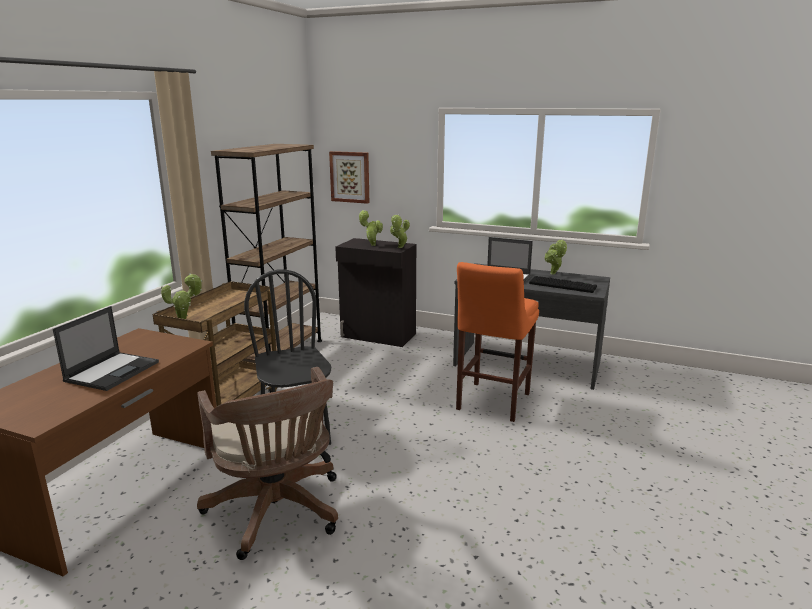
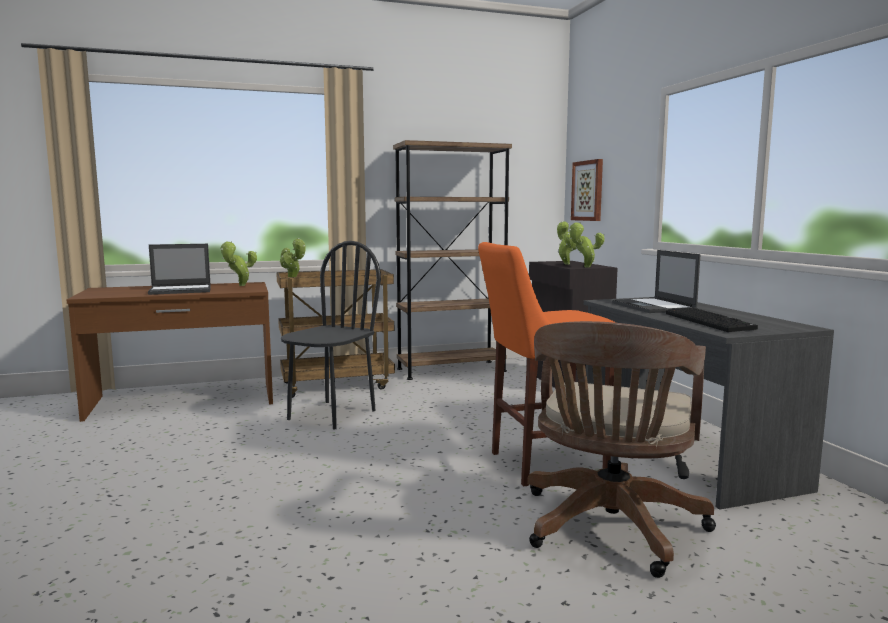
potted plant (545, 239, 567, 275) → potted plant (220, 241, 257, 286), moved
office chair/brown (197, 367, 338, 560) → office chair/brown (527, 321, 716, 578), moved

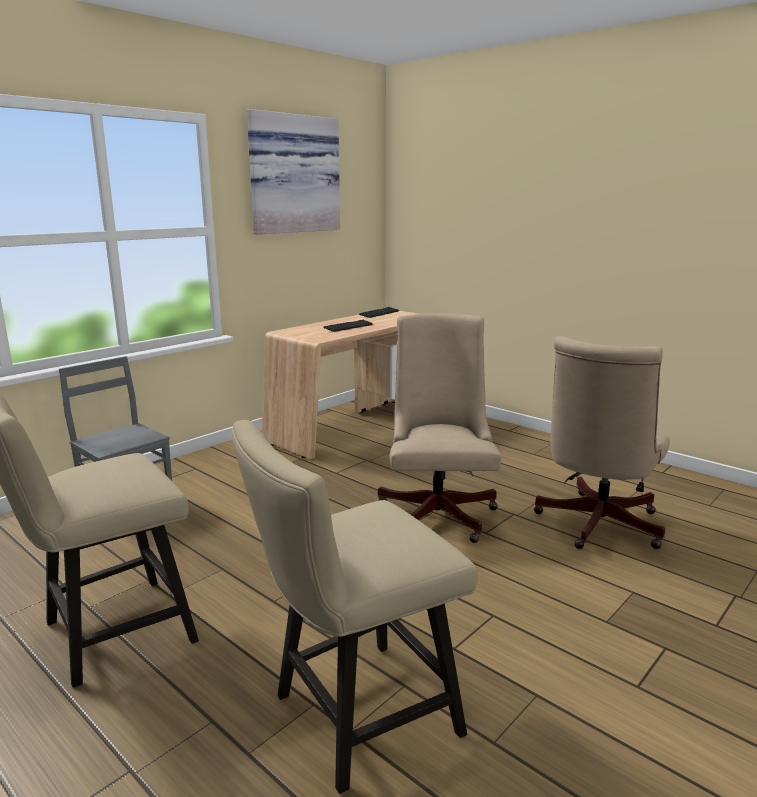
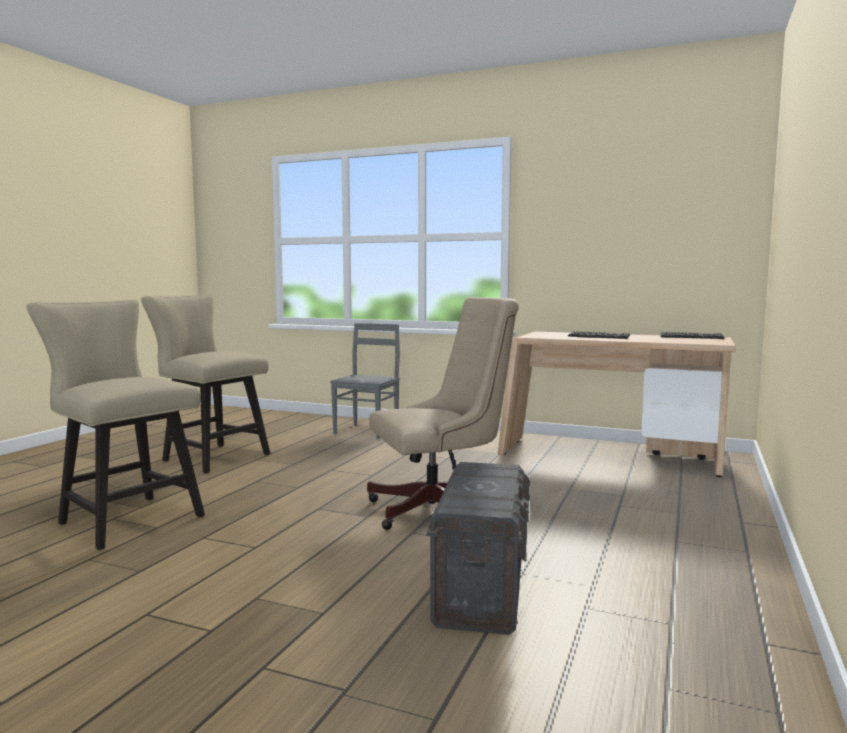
picture (247, 109, 340, 234) → -
office chair/beige (534, 336, 670, 549) → storage box/grey (426, 462, 530, 635)

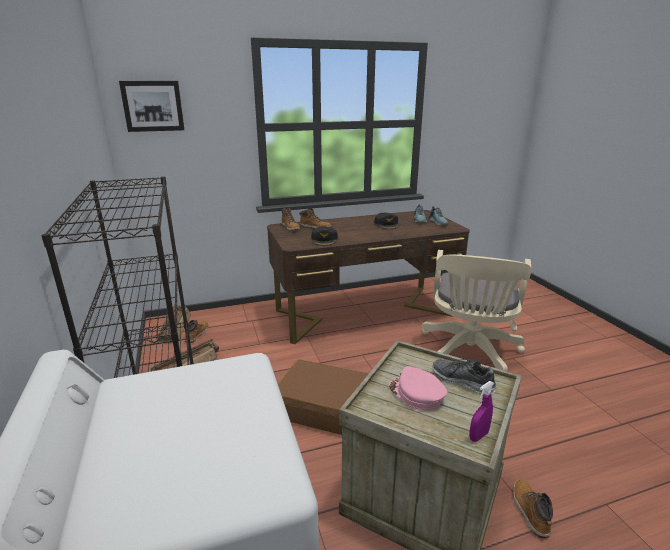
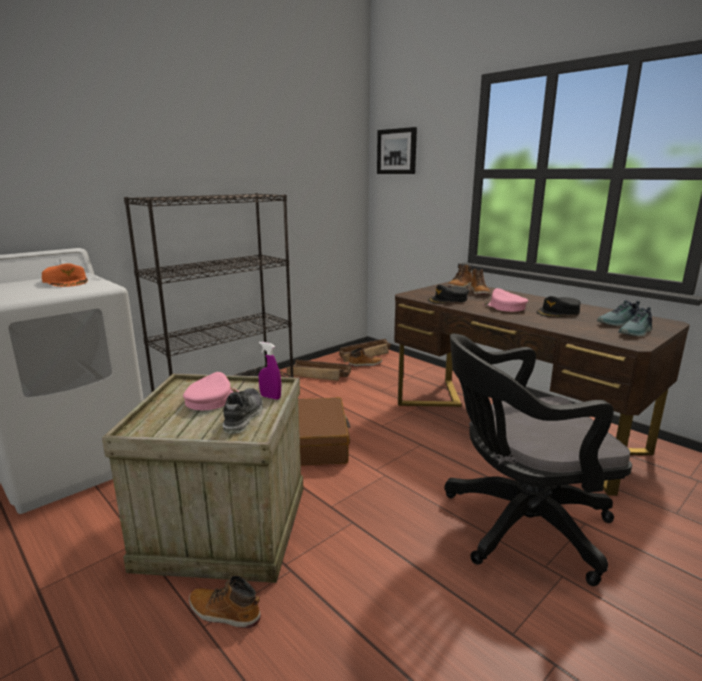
office chair/beige (421, 250, 531, 371) → office chair/black (444, 334, 632, 586)
spray bottle/purple (469, 381, 494, 442) → spray bottle/purple (259, 342, 281, 400), moved
boot (513, 480, 553, 539) → boot (189, 576, 261, 628), 135 degrees counterclockwise
- → cap/orange (42, 263, 88, 287)
- → cap/pink (483, 288, 528, 312)

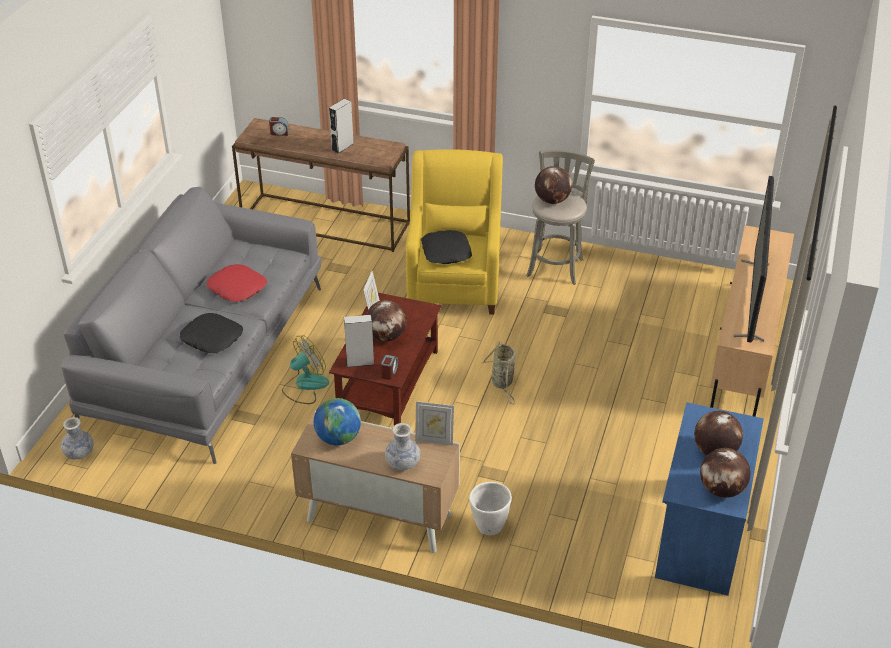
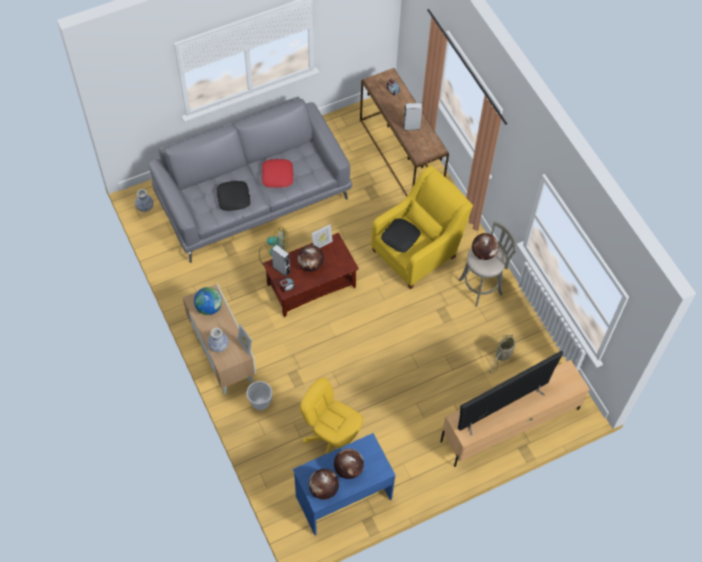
basket (482, 341, 516, 404) → basket (489, 334, 515, 373), moved
- → office chair/yellow (300, 378, 363, 454)

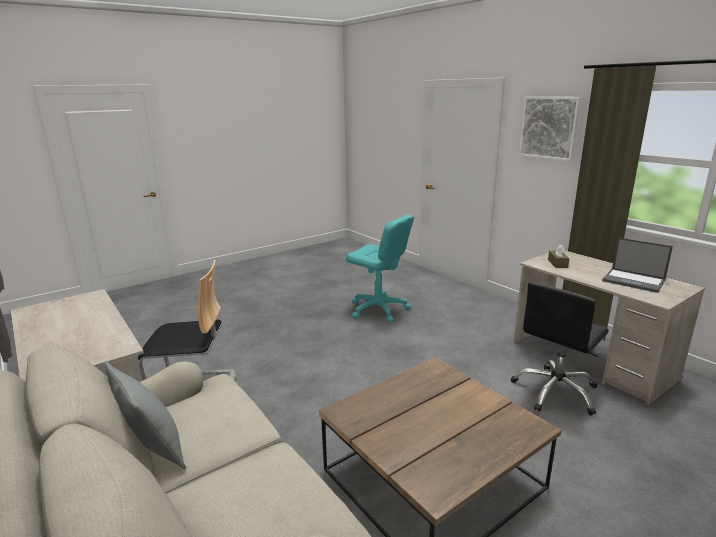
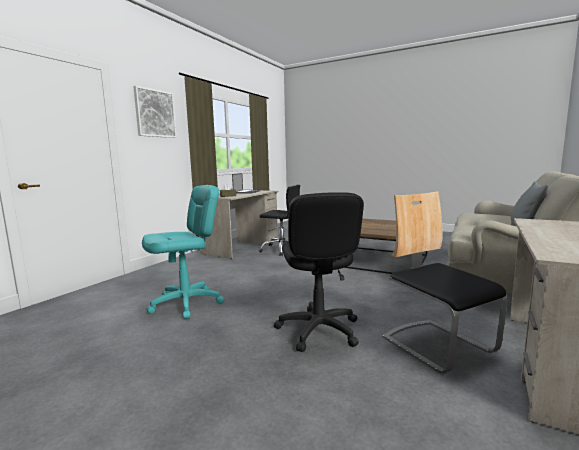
office chair/turquoise (346, 215, 414, 322) → office chair/turquoise (142, 185, 224, 319), 45 degrees clockwise
- → office chair/black (274, 192, 364, 352)

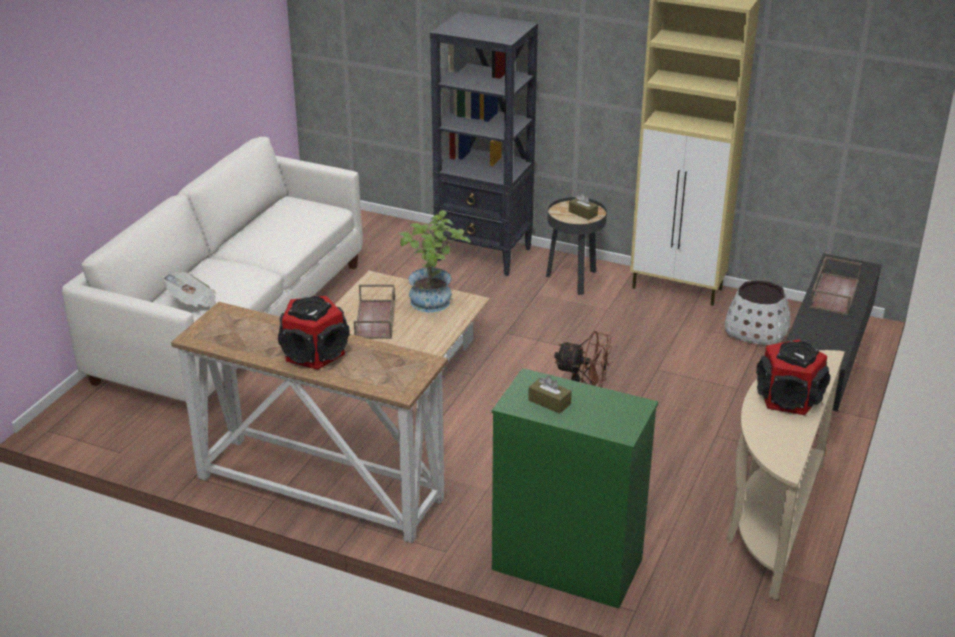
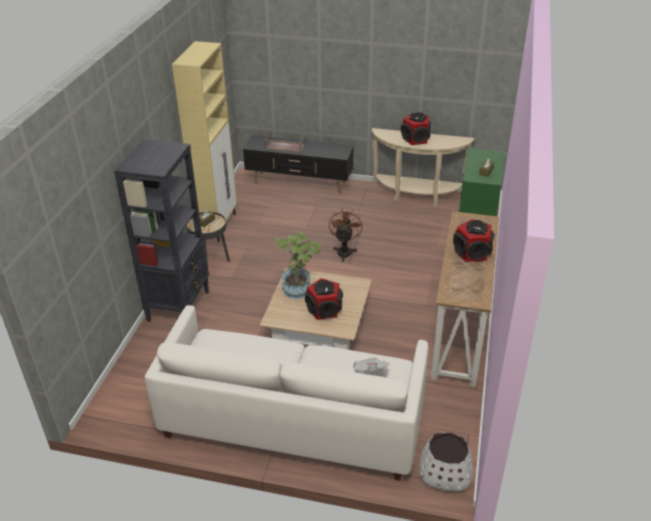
planter/white (725, 281, 790, 345) → planter/white (419, 432, 473, 492), moved
tray/brown (354, 284, 395, 339) → speaker (305, 278, 343, 320)

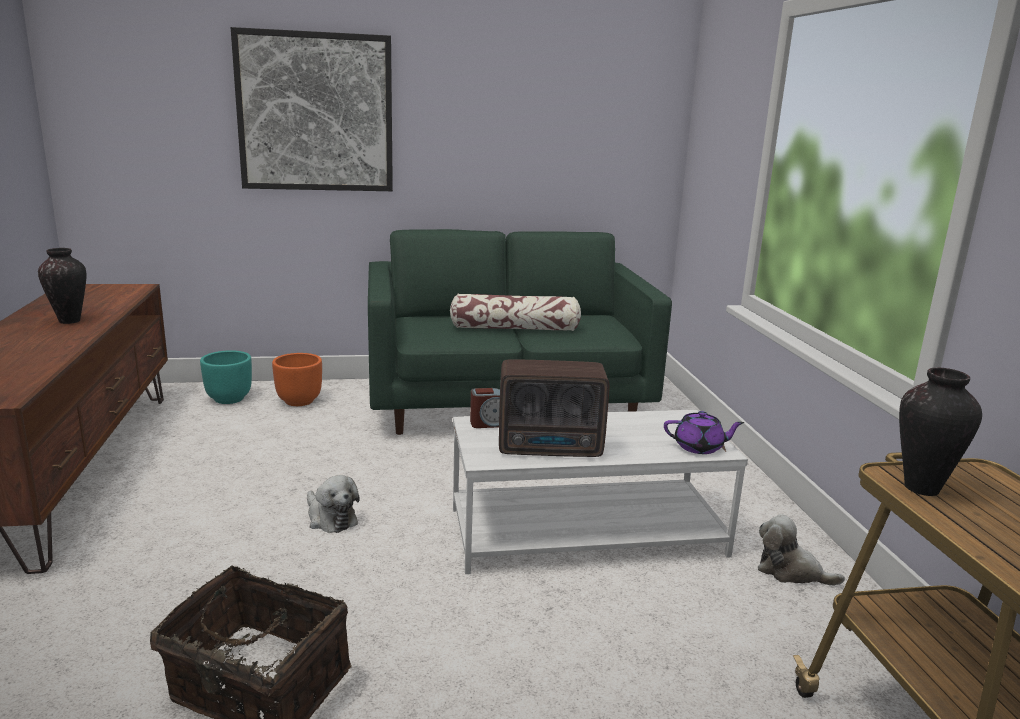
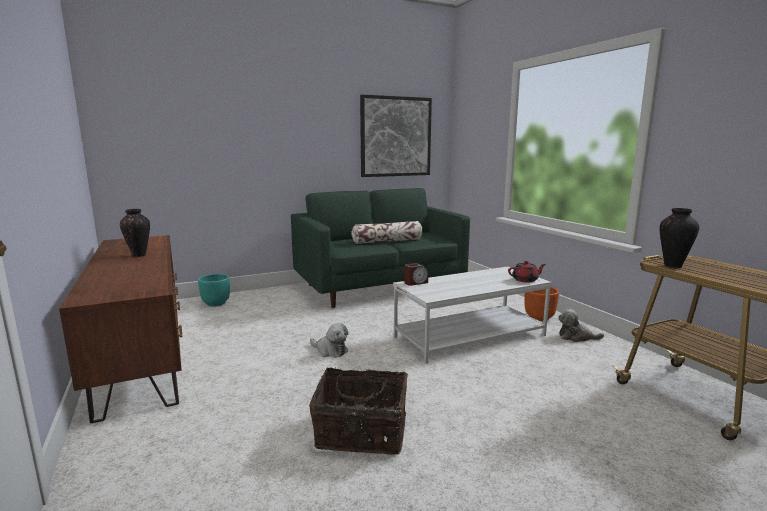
picture (231, 27, 393, 191) → picture (360, 95, 432, 177), moved
planter/orange (272, 353, 322, 406) → planter/orange (524, 287, 559, 321), moved
radio (499, 359, 609, 457) → -
teapot/purple (664, 411, 744, 454) → teapot/red (508, 261, 546, 283)

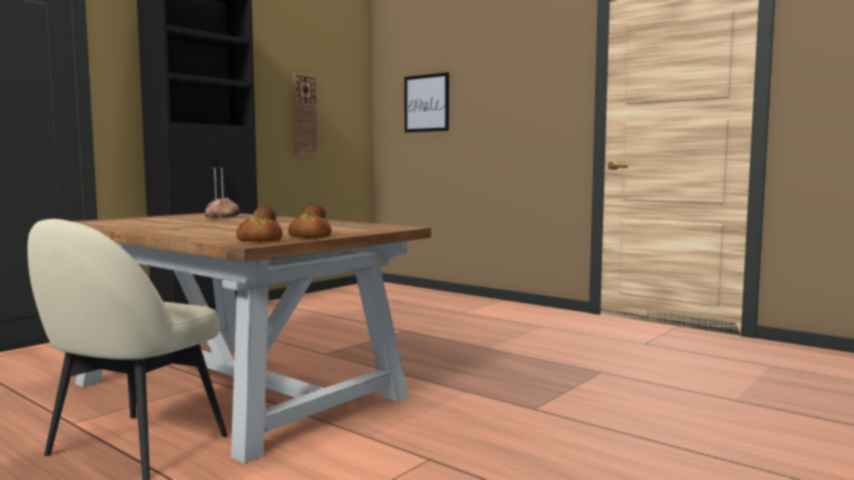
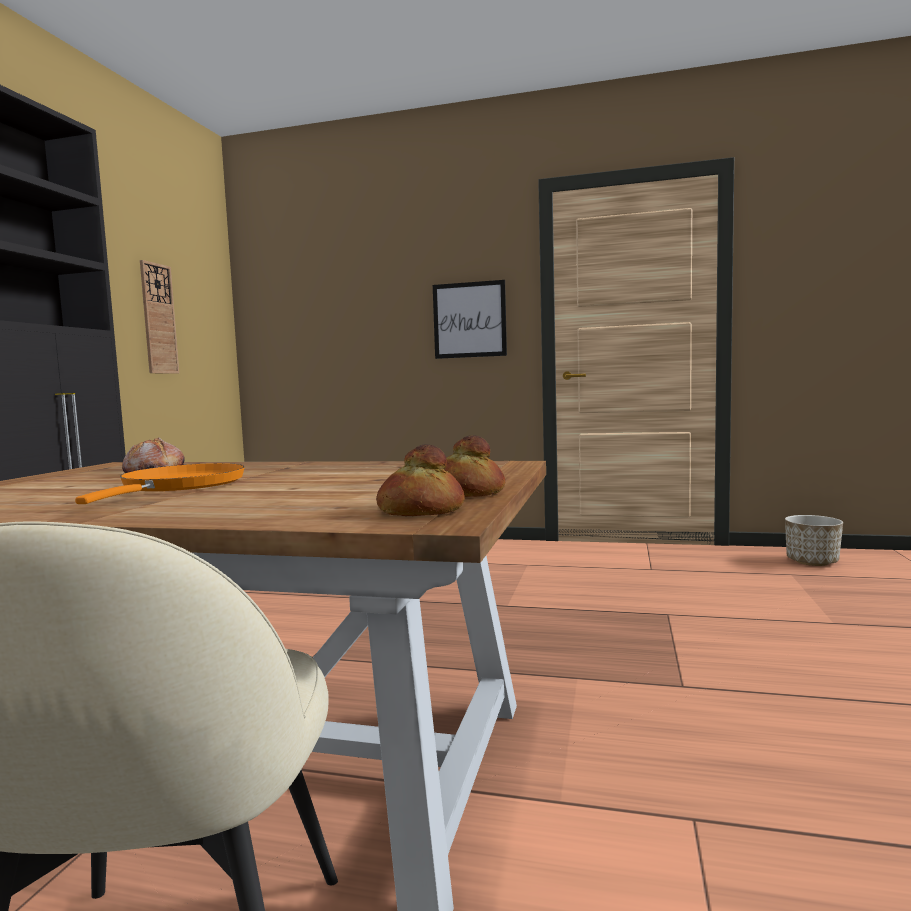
picture (405, 72, 449, 133) → picture (433, 280, 507, 359), moved
- → frying pan/orange (75, 463, 245, 504)
- → planter (785, 515, 843, 566)

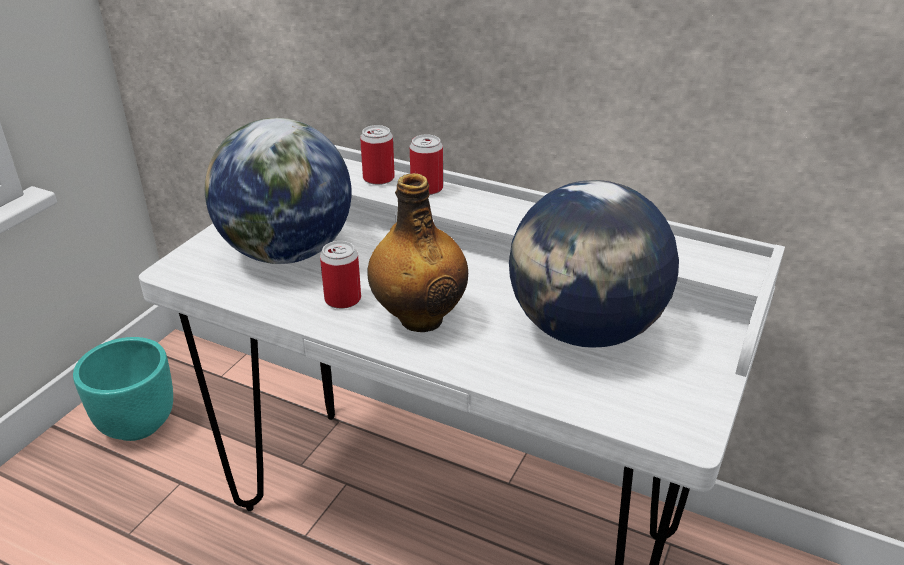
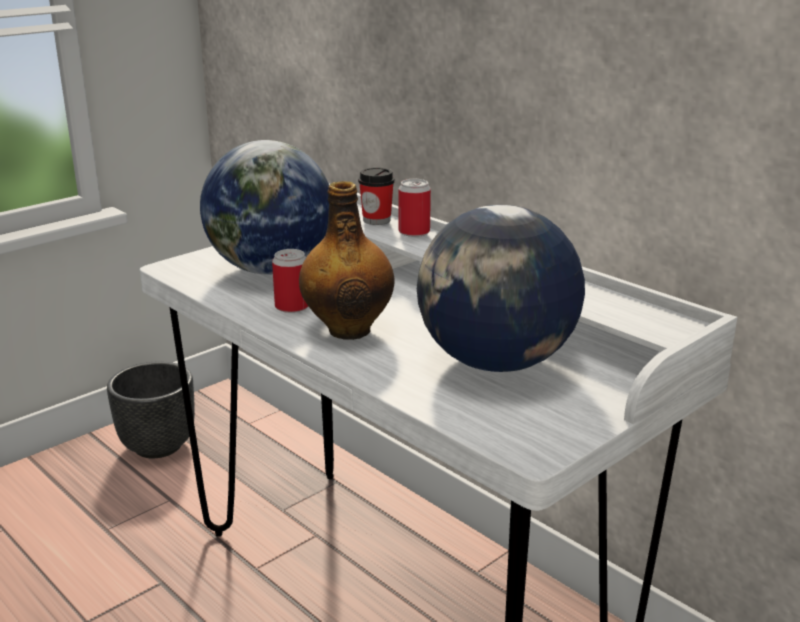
can (360, 125, 395, 185) → cup (358, 167, 395, 225)
planter/turquoise (73, 337, 173, 441) → planter/black (107, 361, 195, 458)

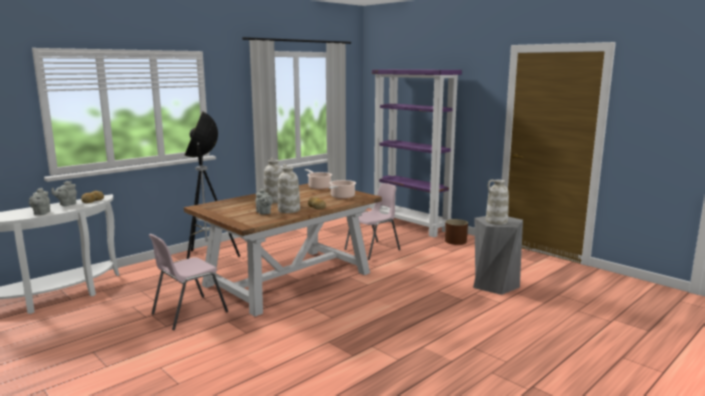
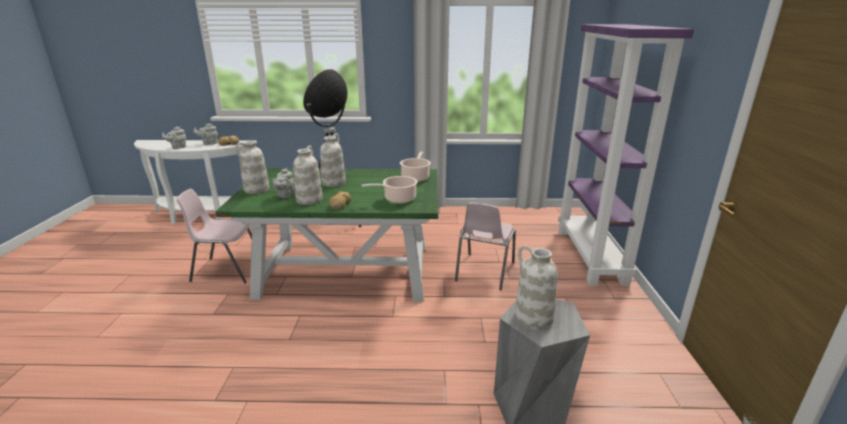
dining table/brown (184, 183, 382, 317) → dining table/green (215, 168, 438, 302)
chair/pink (344, 183, 401, 260) → chair/pink (455, 203, 516, 290), 105 degrees clockwise
planter/brown (445, 219, 468, 245) → -
- → vase/white (235, 141, 270, 194)

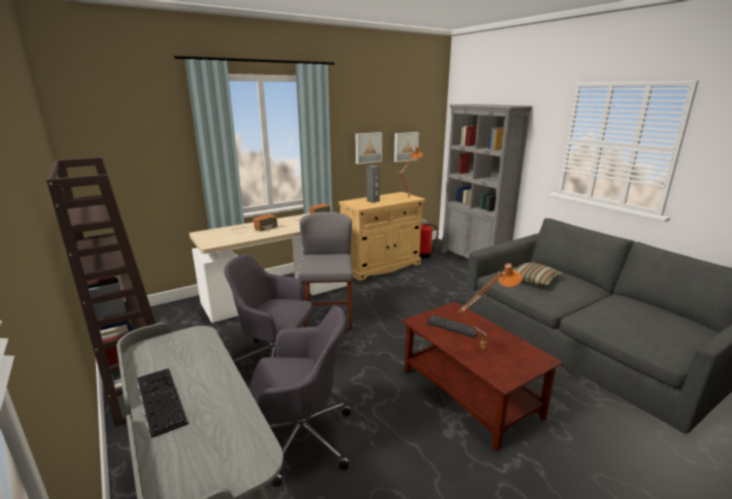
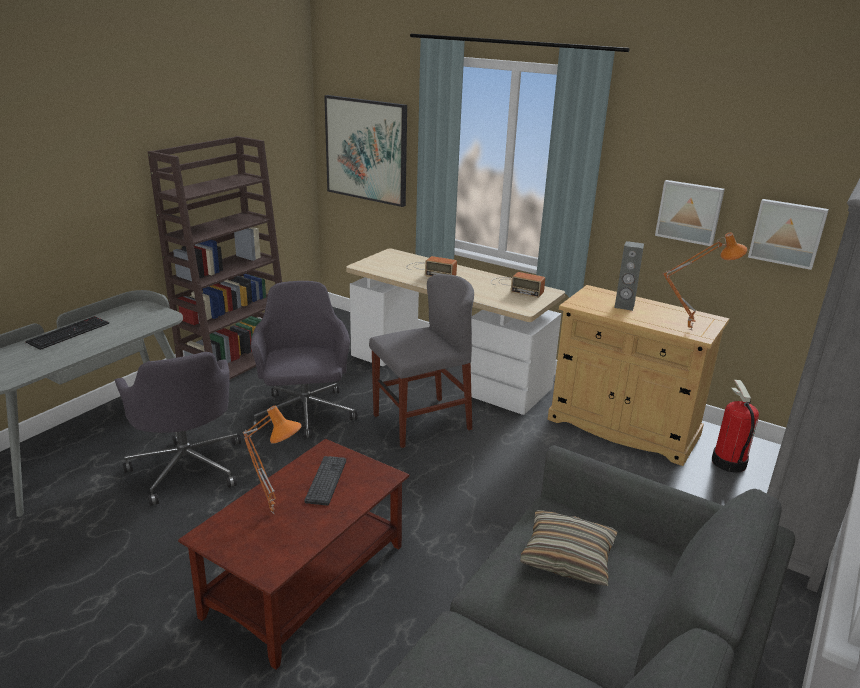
- → picture (324, 95, 407, 207)

